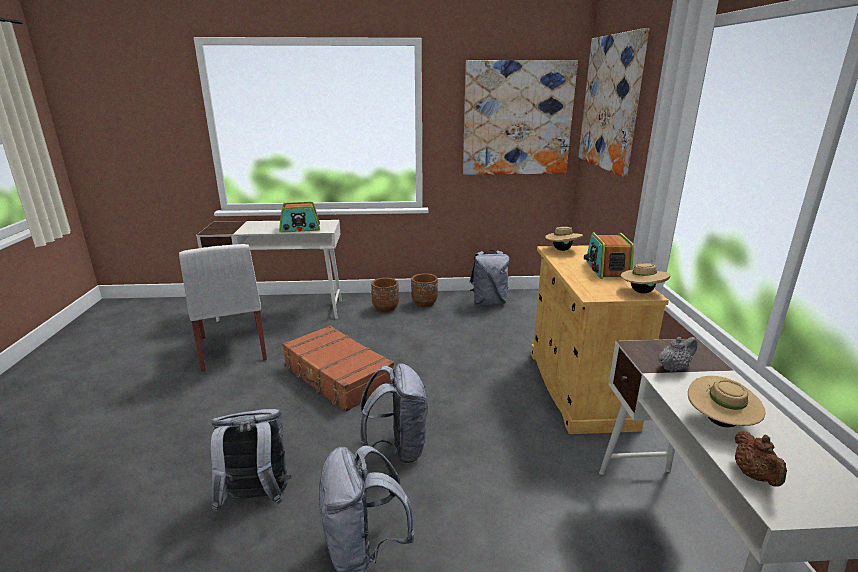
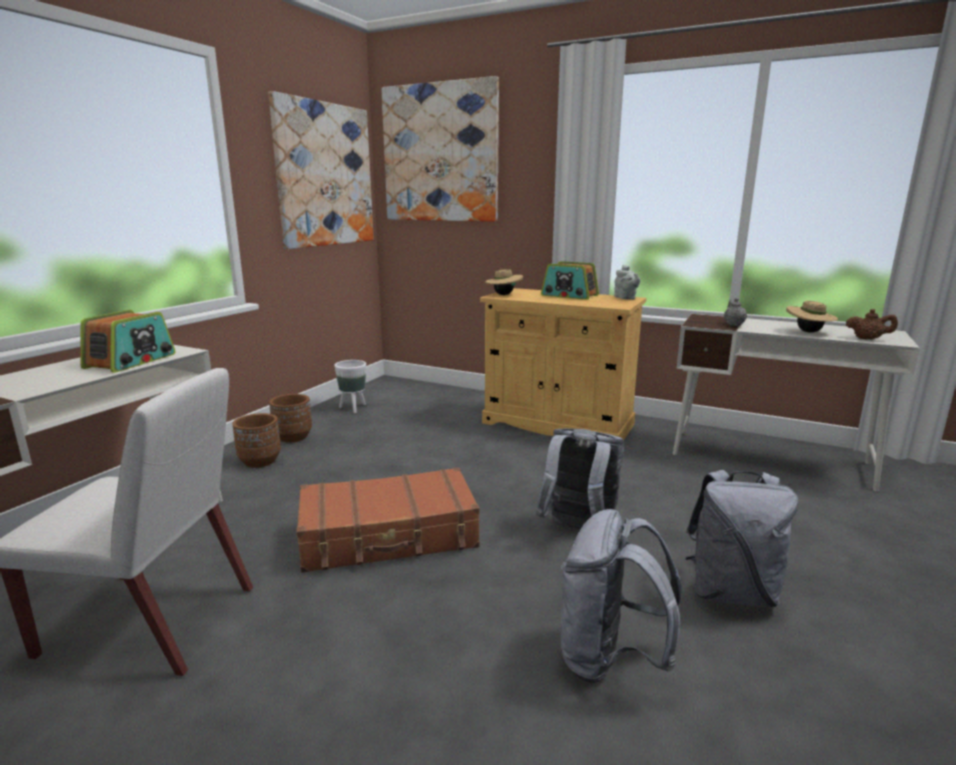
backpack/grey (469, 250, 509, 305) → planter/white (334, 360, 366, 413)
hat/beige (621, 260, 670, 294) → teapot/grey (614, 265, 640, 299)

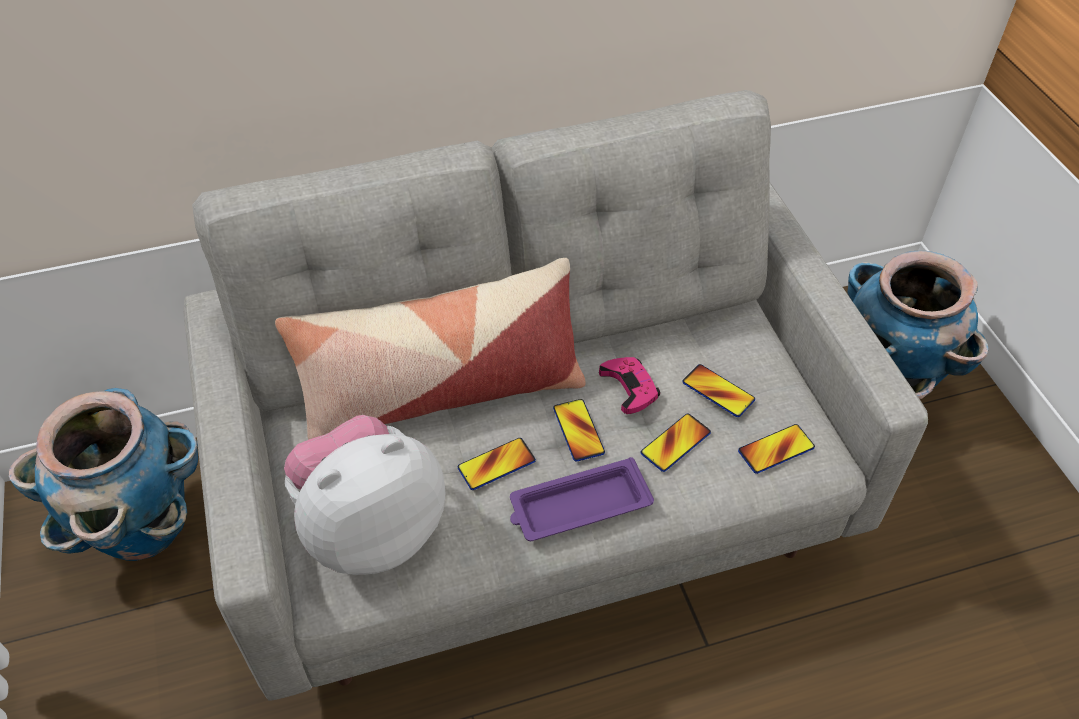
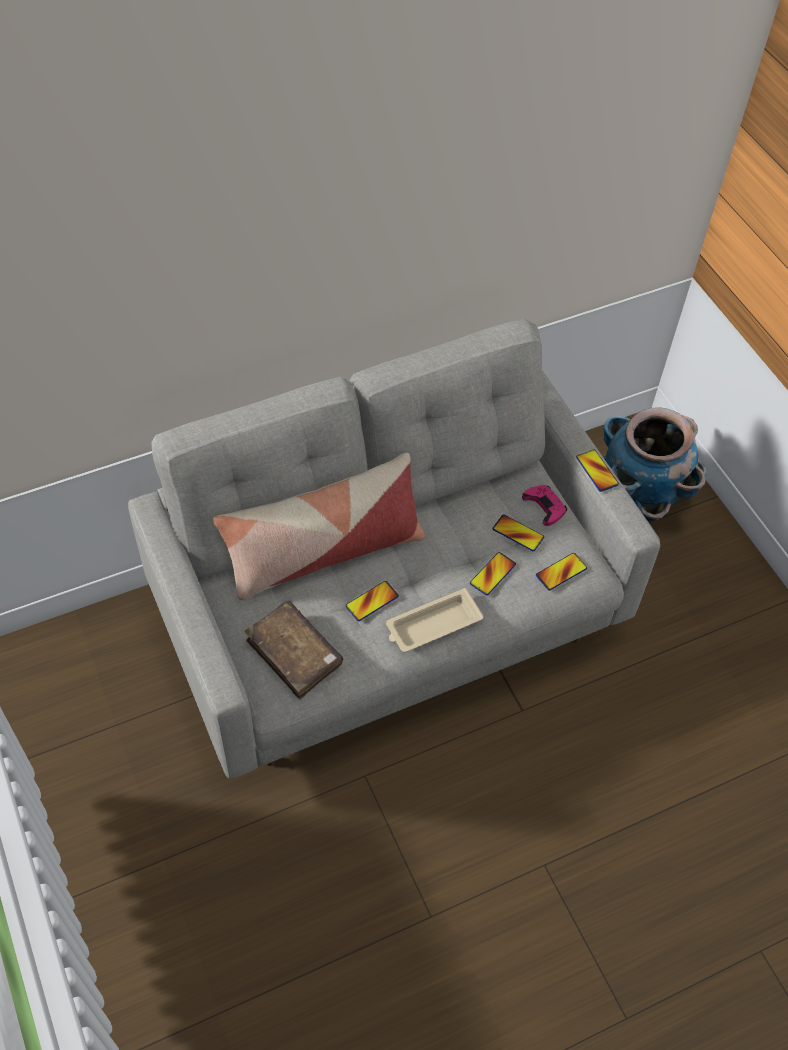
game controller/pink (599, 357, 660, 414) → game controller/pink (522, 485, 567, 526), moved
planter (9, 388, 198, 561) → -
phone (553, 399, 605, 462) → phone (576, 449, 619, 492), moved
plush toy (284, 415, 445, 575) → book/brown (244, 600, 343, 699)
tray/purple (510, 457, 654, 541) → tray/beige (386, 588, 484, 652)

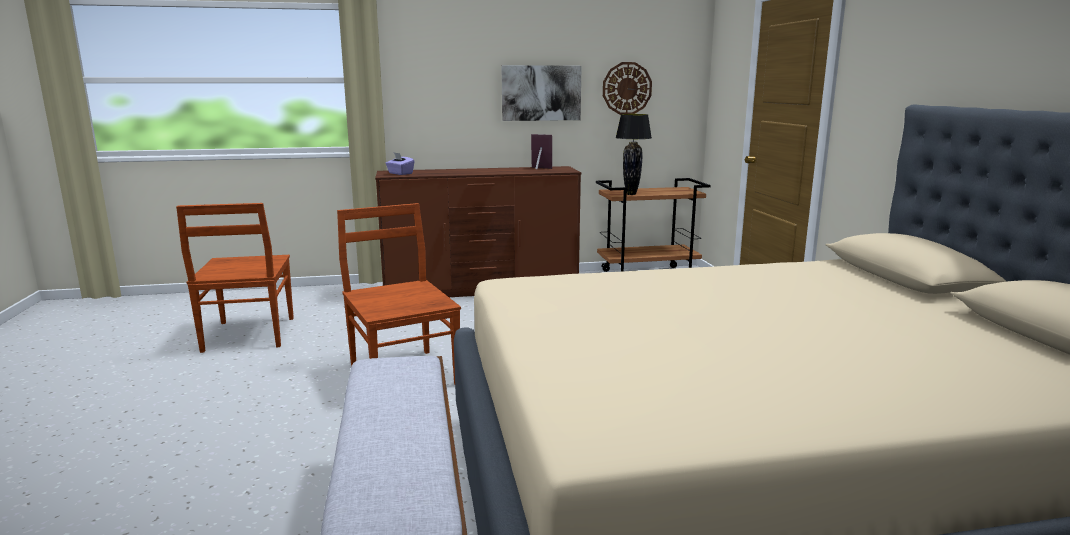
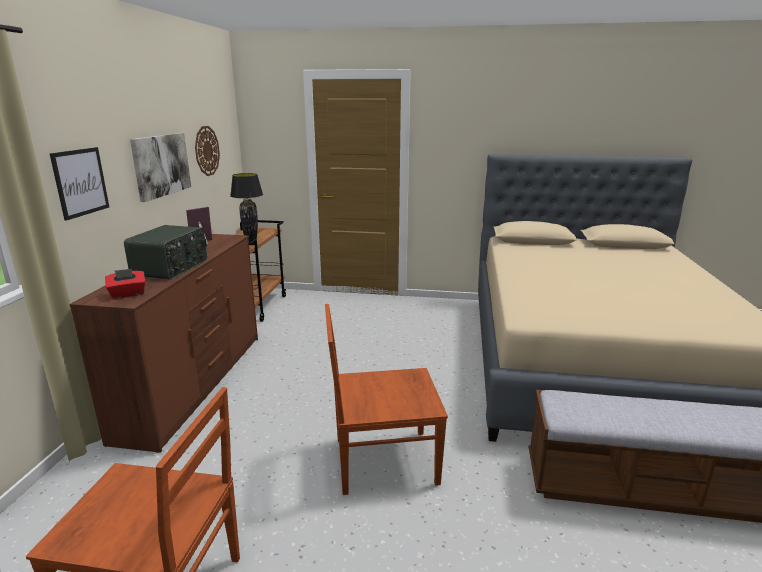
tissue box/purple (386, 152, 415, 175) → tissue box/red (105, 269, 145, 299)
- → picture (50, 147, 109, 221)
- → radio (124, 225, 207, 279)

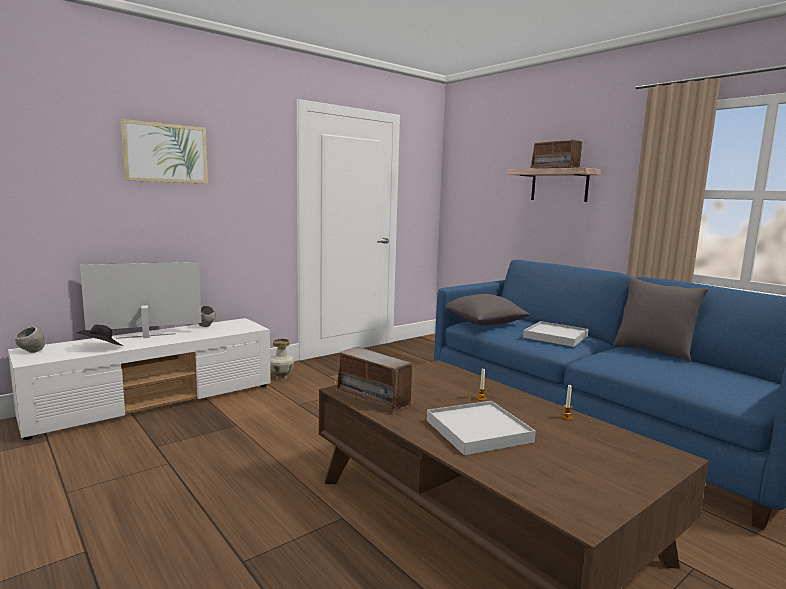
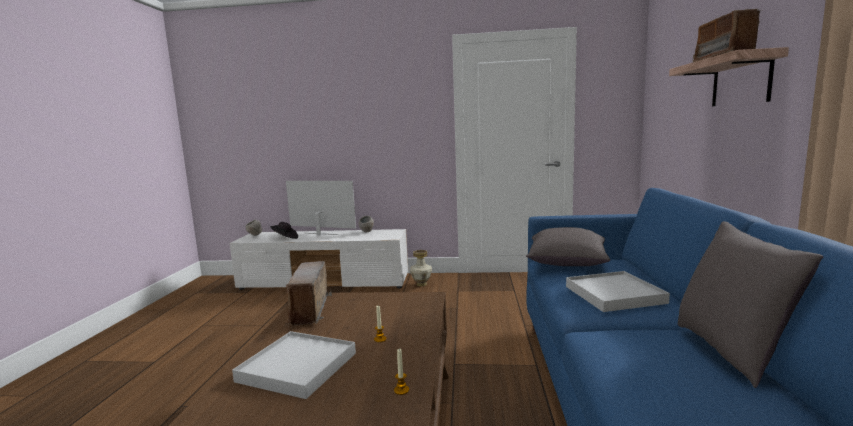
picture (121, 119, 208, 184) → -

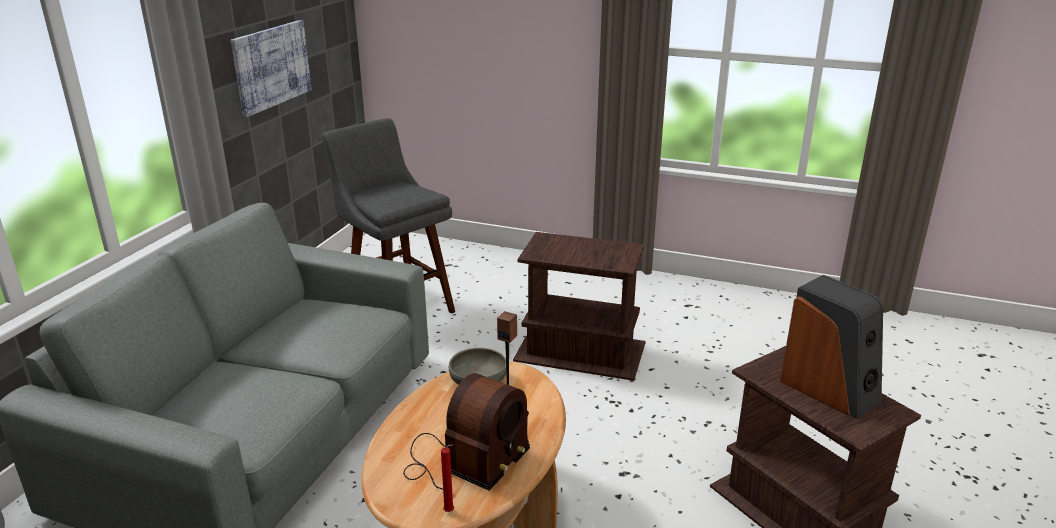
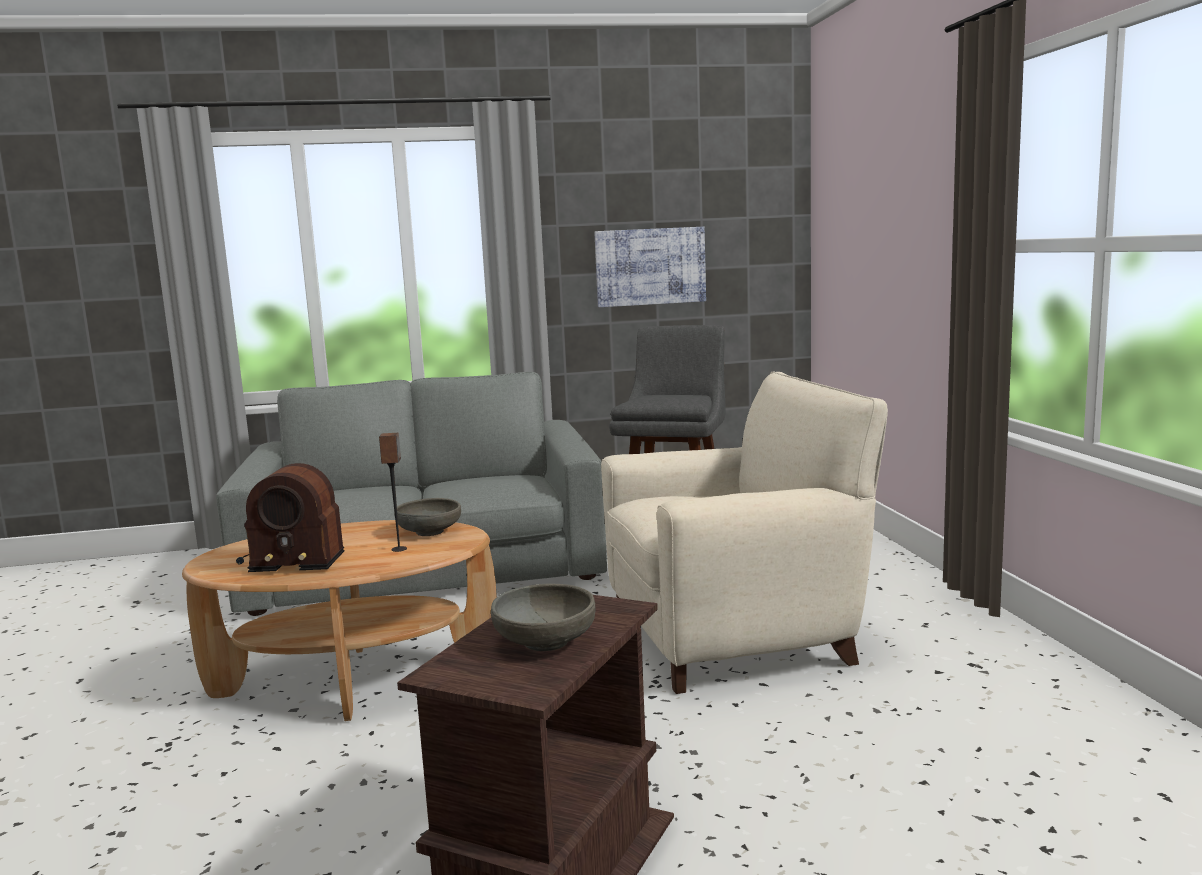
side table/brown (513, 232, 646, 381) → armchair/beige (601, 372, 888, 694)
speaker (780, 275, 883, 419) → bowl/grey (491, 583, 595, 651)
candle/red (441, 444, 454, 512) → -

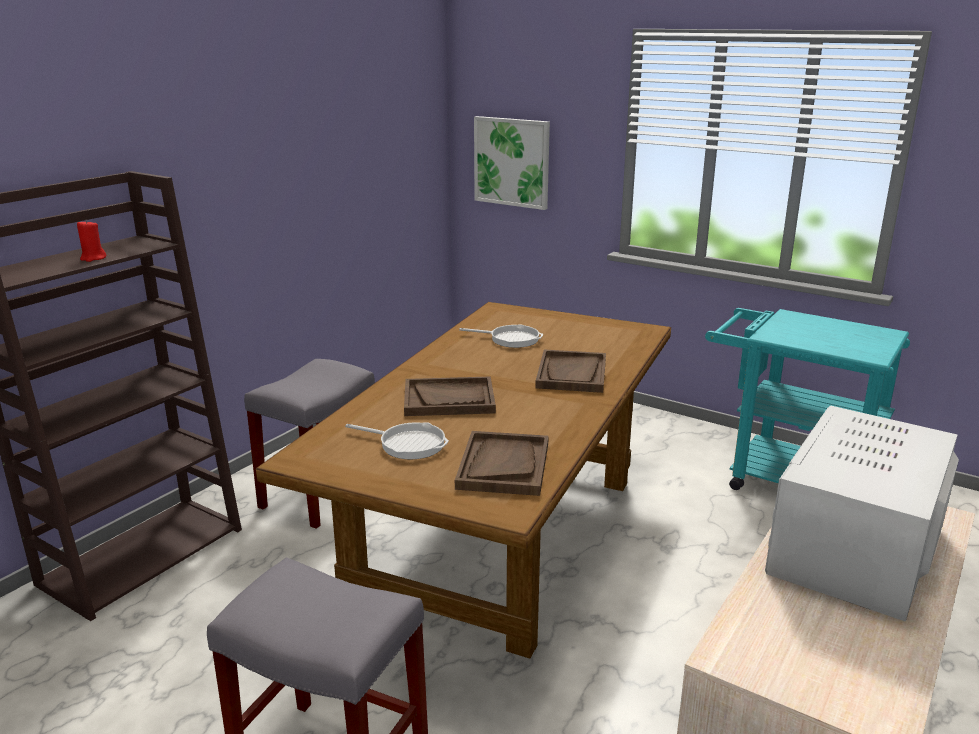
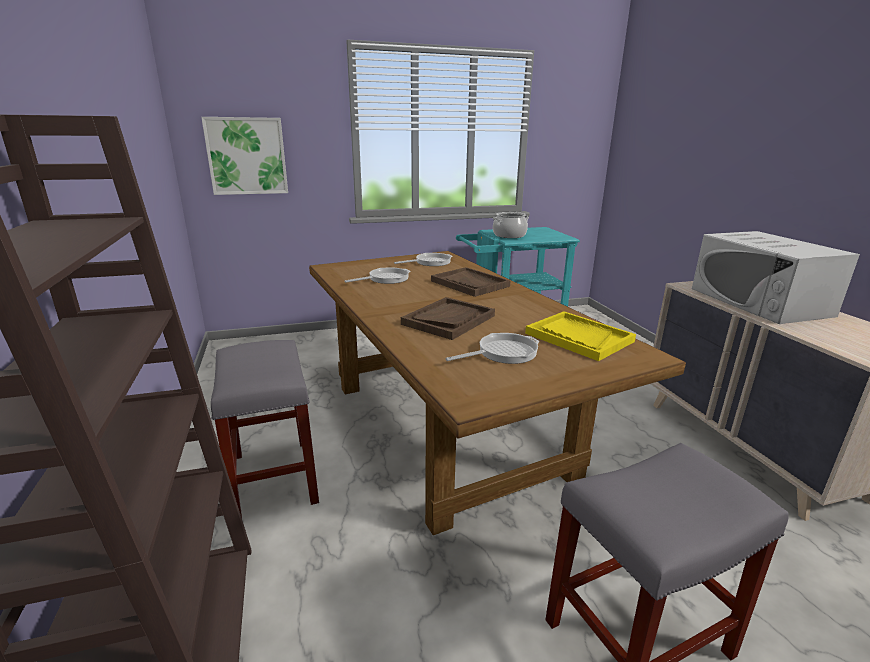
candle/red (77, 220, 106, 262) → -
tray/brown (455, 431, 549, 496) → tray/yellow (525, 311, 636, 361)
- → cooking pot (493, 212, 529, 238)
- → frying pan (394, 253, 453, 266)

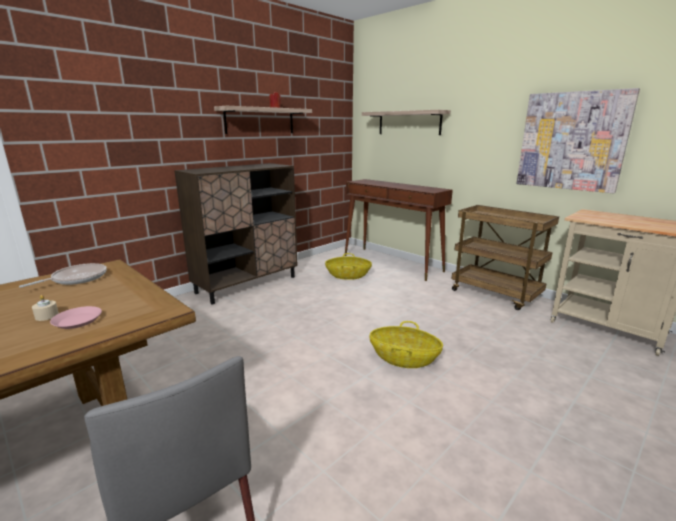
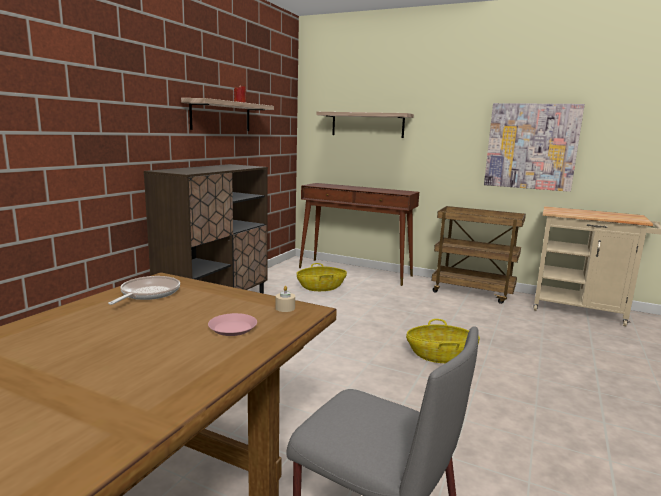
candle/beige (32, 295, 59, 321) → candle/beige (275, 286, 295, 312), moved

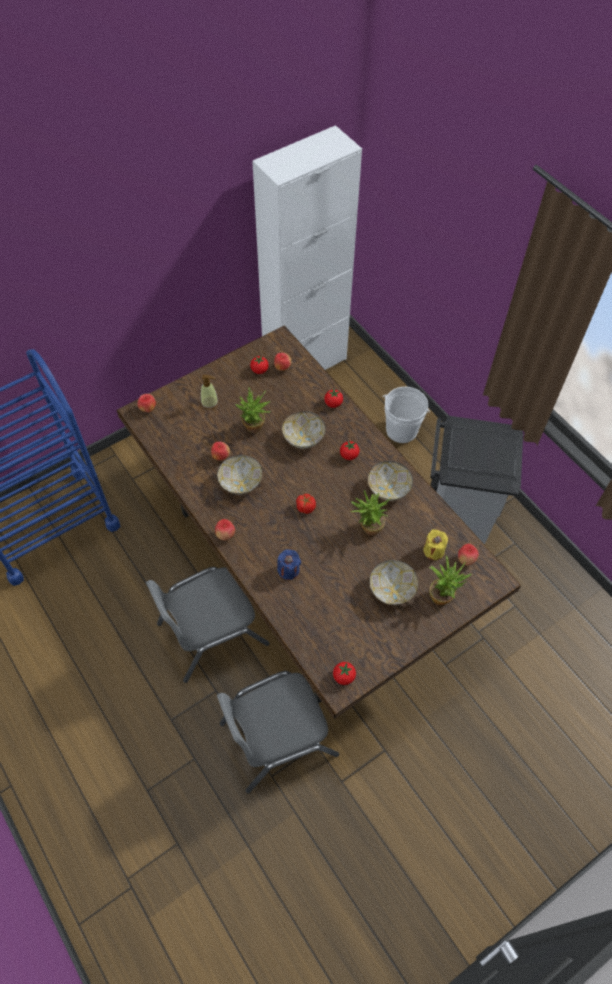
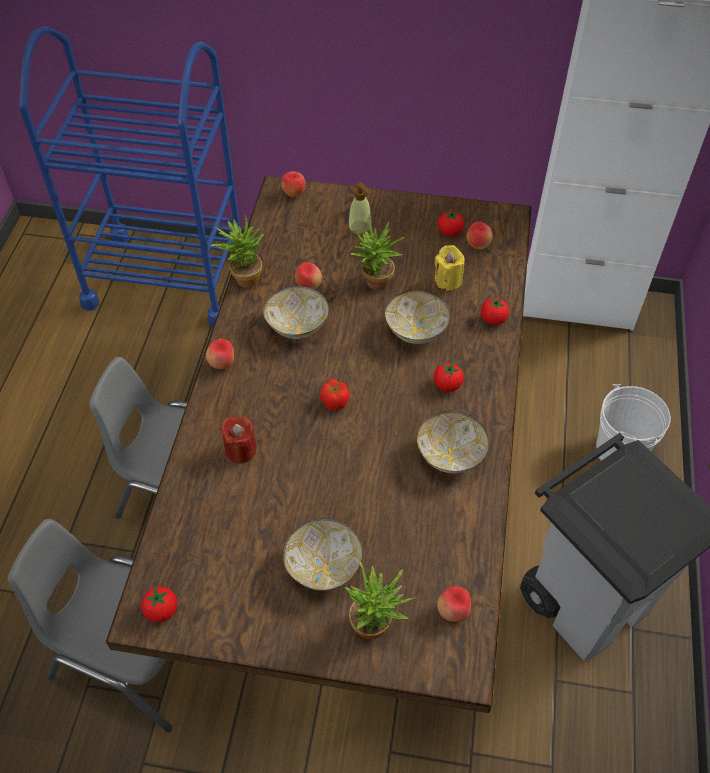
potted plant (351, 490, 390, 535) → potted plant (211, 214, 264, 288), moved
candle/yellow (424, 529, 448, 560) → candle/yellow (435, 245, 465, 291), moved
candle/blue (277, 549, 301, 580) → candle/red (221, 416, 257, 463)

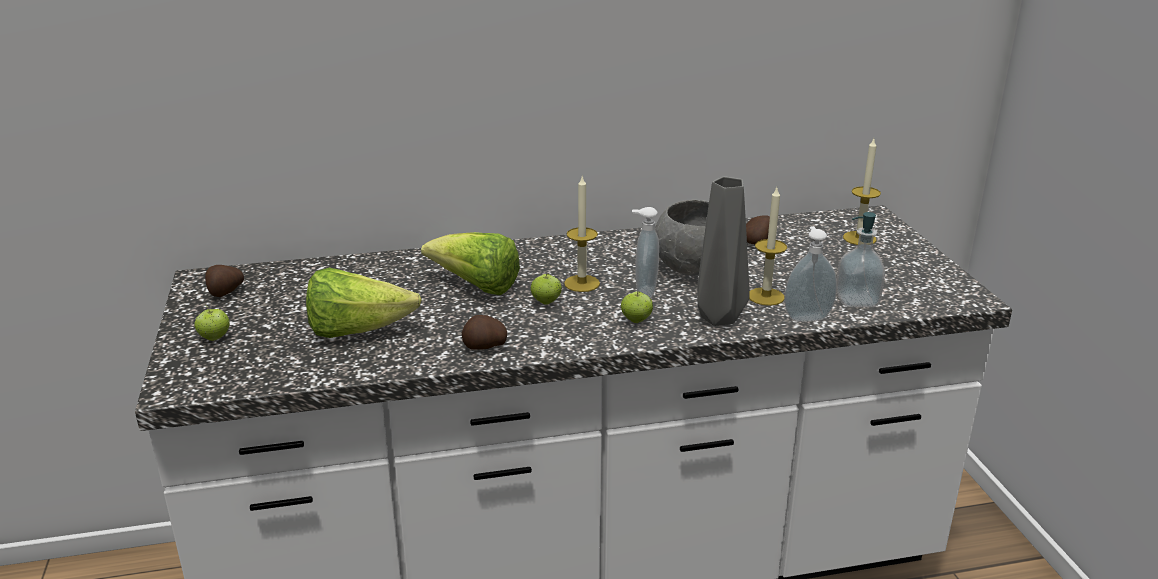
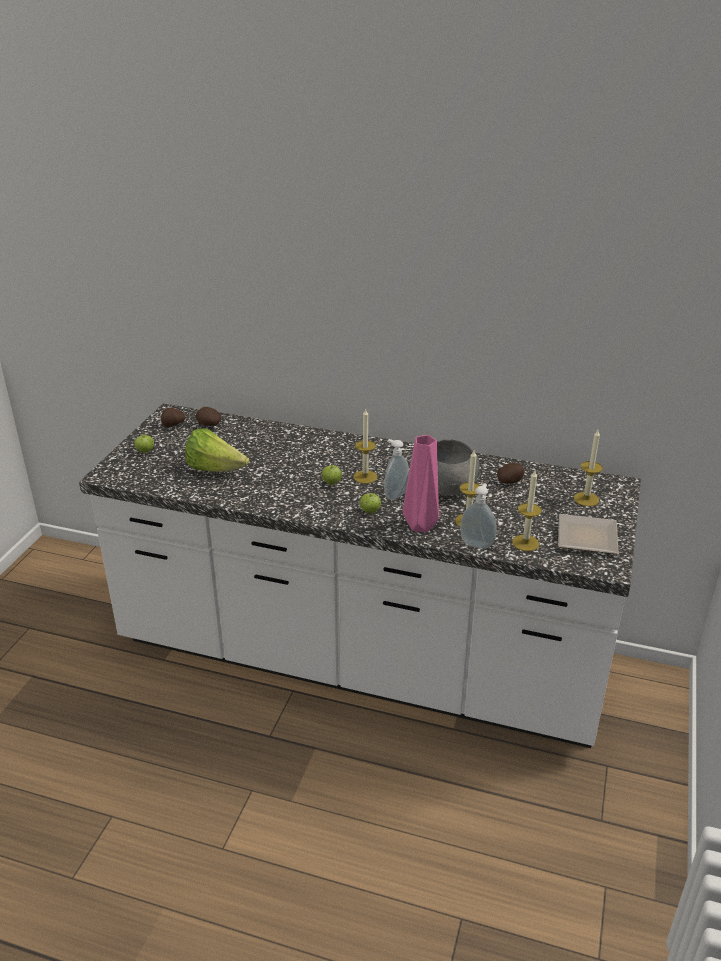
vase/grey (697, 176, 750, 326) → vase/pink (403, 435, 439, 533)
soap dispenser (837, 212, 885, 307) → candle (512, 471, 542, 551)
lettuce (421, 232, 520, 295) → -
potato (462, 315, 507, 349) → potato (196, 407, 221, 426), moved
- → plate (558, 514, 619, 554)

